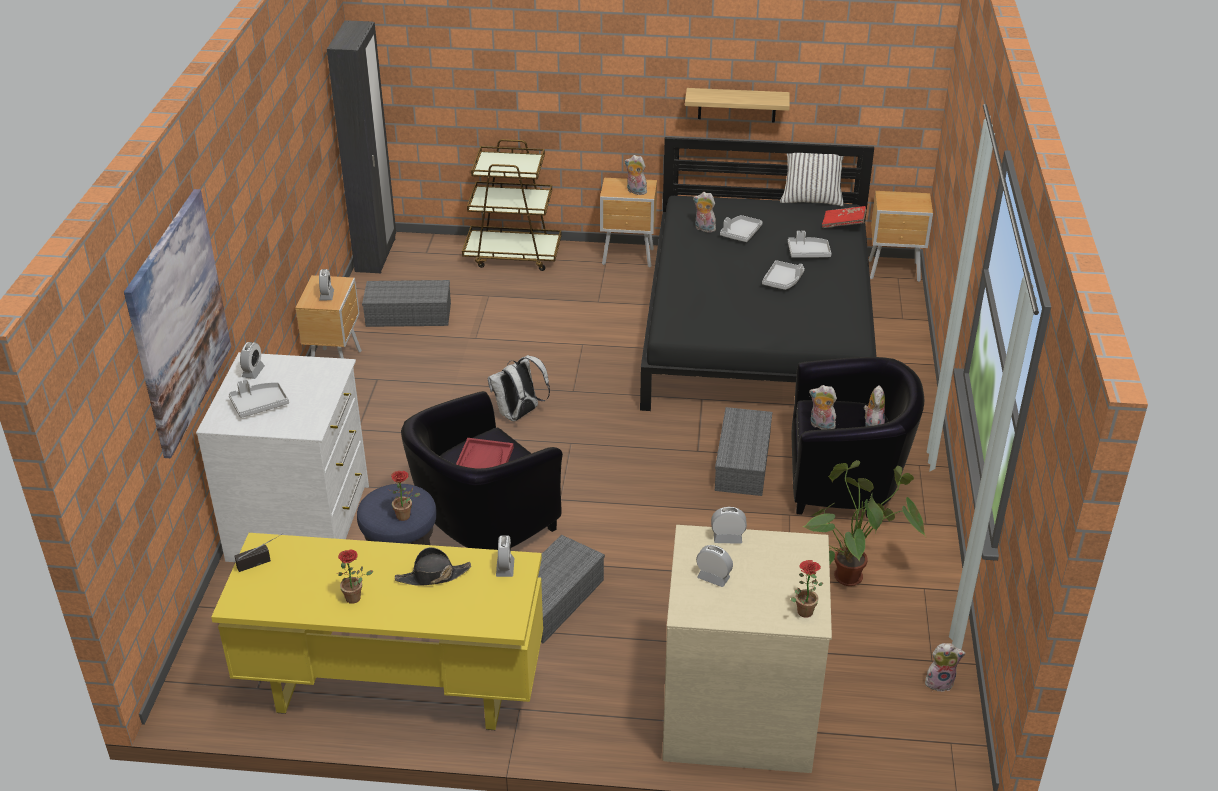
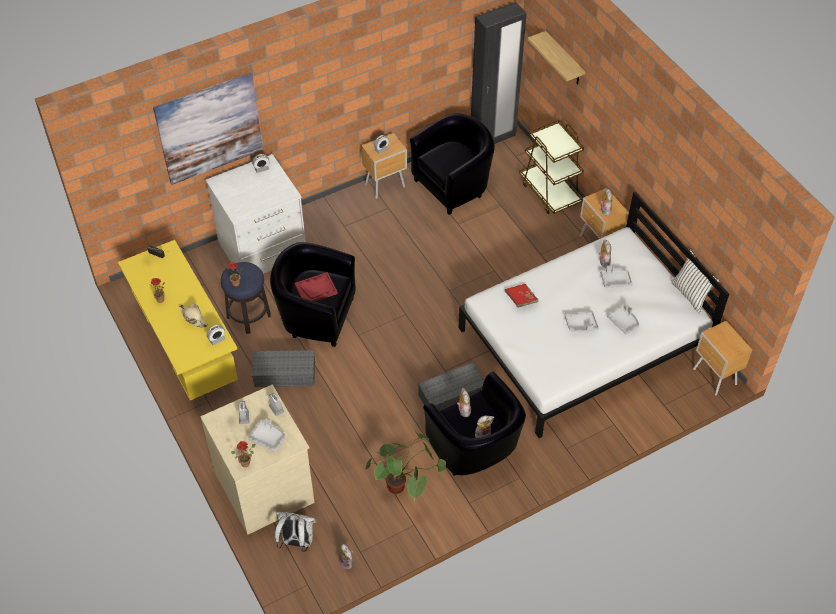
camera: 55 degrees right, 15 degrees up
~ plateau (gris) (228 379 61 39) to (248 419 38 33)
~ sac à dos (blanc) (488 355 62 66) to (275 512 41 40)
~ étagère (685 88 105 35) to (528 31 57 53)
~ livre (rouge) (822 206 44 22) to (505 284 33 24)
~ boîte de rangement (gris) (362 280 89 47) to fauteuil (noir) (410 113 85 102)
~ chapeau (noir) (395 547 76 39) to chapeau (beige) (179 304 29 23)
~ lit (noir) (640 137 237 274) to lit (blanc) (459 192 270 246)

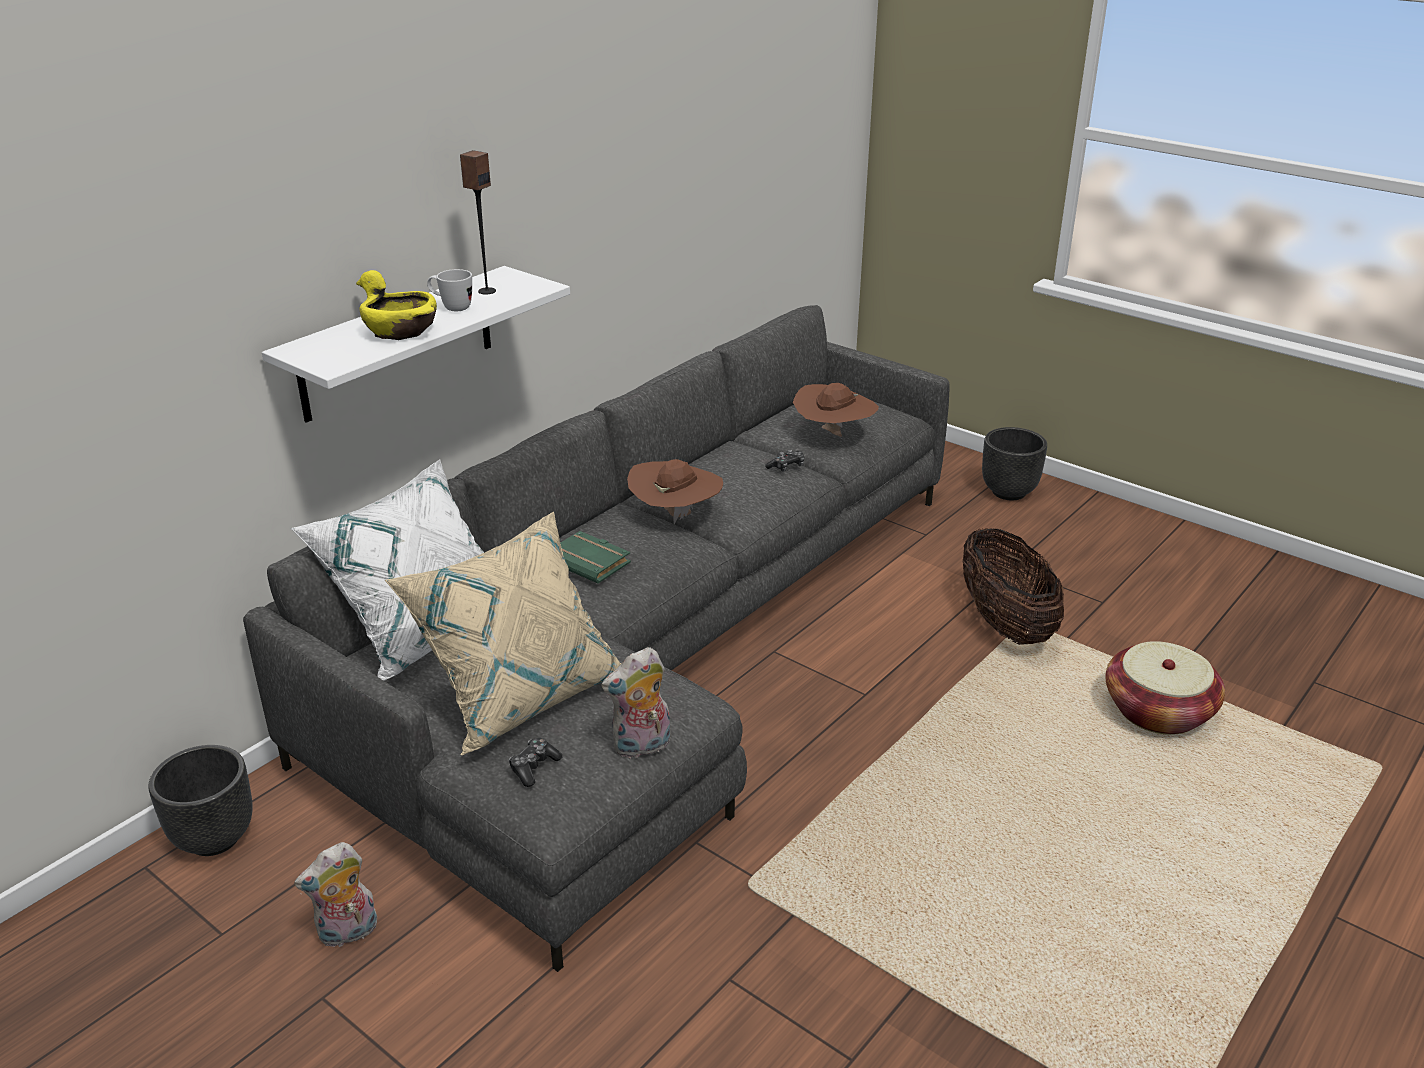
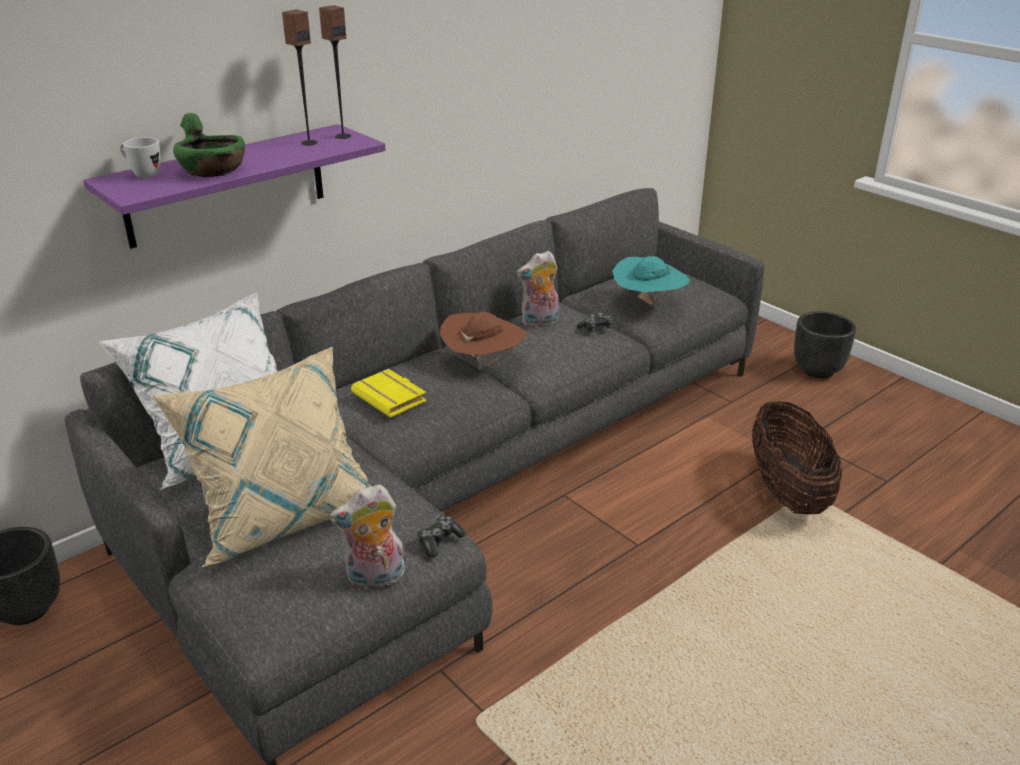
camera: 10 degrees right, 0 degrees up
- panier (1106 641 119 94)
+ enceinte (319 5 32 134)
~ peluche (294 842 83 105) to (516 251 43 77)
~ mug (blanc) (427 269 45 42) to (120 137 41 41)
~ manette (509 738 54 49) to (417 515 49 43)
~ étagère (blanc) (262 266 308 157) to étagère (violet) (83 124 303 125)
~ bol (jaune) (356 270 81 70) to bol (vert) (173 113 72 64)
~ livre (vert) (560 531 71 52) to livre (jaune) (351 369 75 49)
~ chapeau (marron) (793 383 86 54) to chapeau (turquoise) (612 256 78 50)

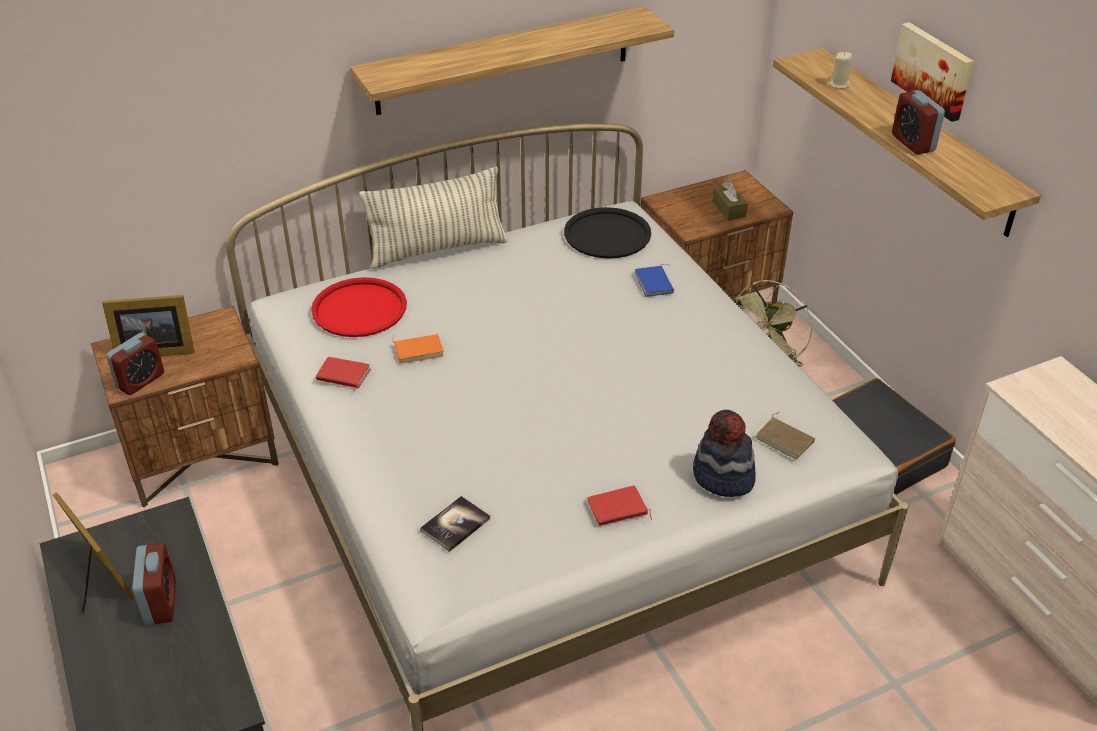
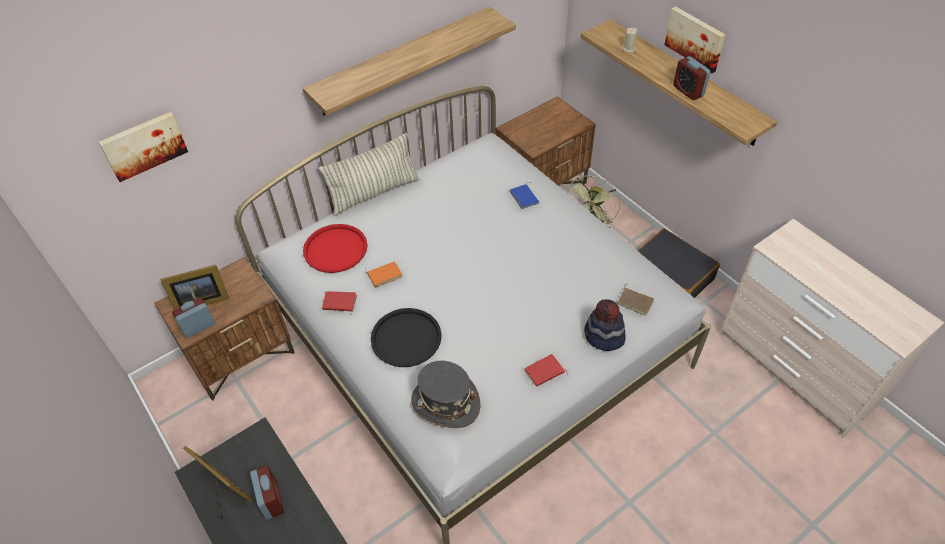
camera: 10 degrees left, 10 degrees up
- boîte à mouchoirs (marron) (712 181 36 40)
+ tableau (98 112 90 70)
~ plateau (noir) (564 207 87 52) to (371 308 71 59)
~ livre (420 496 70 56) to chapeau (gris) (411 361 69 67)
~ réveil (106 332 58 63) = (172 298 43 40) 150 degrees counterclockwise

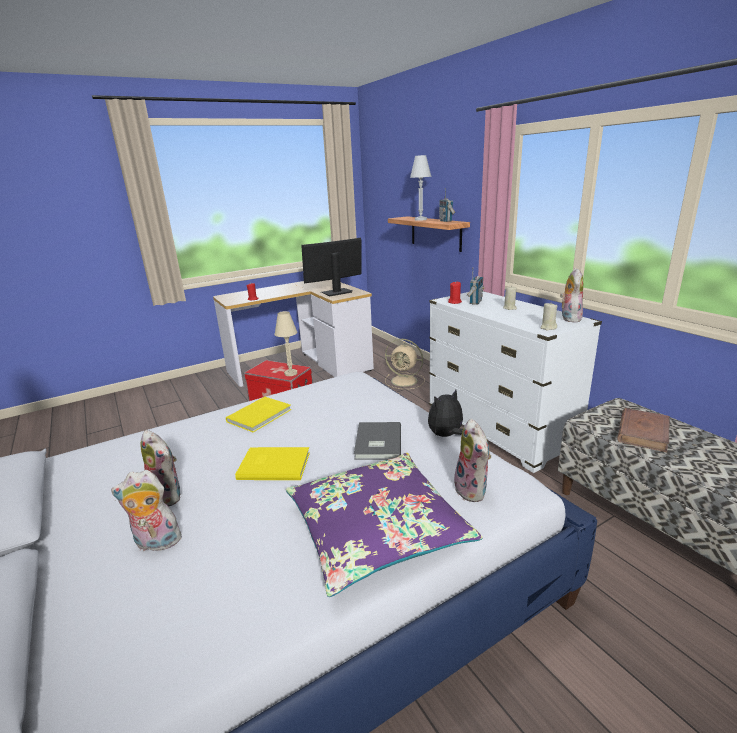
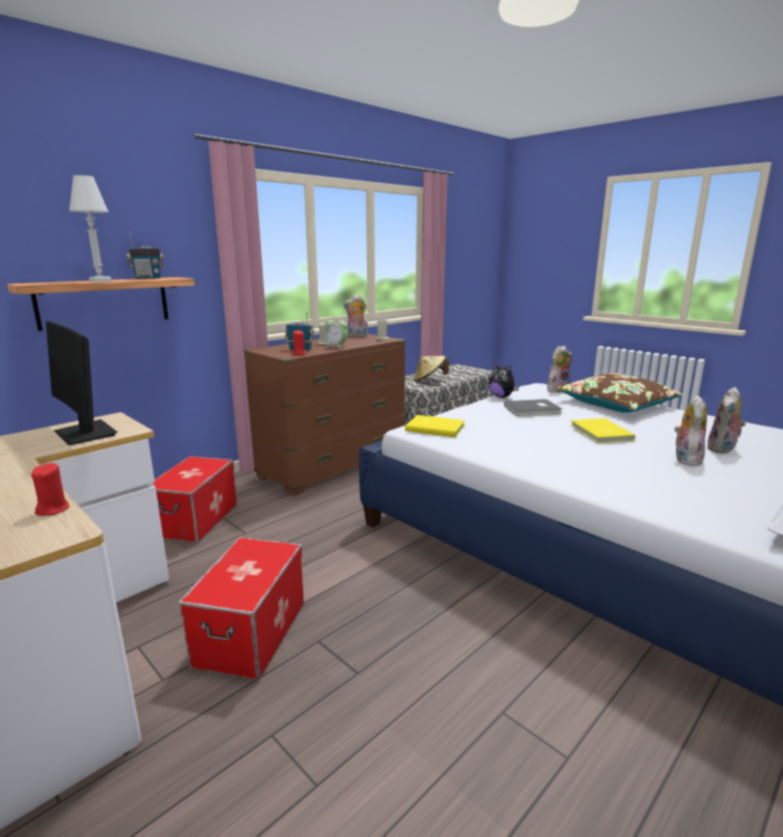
camera: 105 degrees left, 5 degrees down
- lampe de table (beige) (275 311 23 65)
+ réveil (325 316 23 33)
~ livre (jaune) (226 397 65 35) to (405 415 60 22)
~ ventilateur (beige) (385 339 40 50) to boîte de rangement (154 456 83 87)
~ livre (marron) (617 408 53 44) to chapeau (beige) (414 356 35 26)
~ coussin (violet) (286 453 197 144) to coussin (marron) (557 373 125 40)
~ commode (blanc) (429 291 173 182) to commode (marron) (244 334 162 162)
~ peluche (111 470 71 81) = (707 387 39 66) 60 degrees clockwise

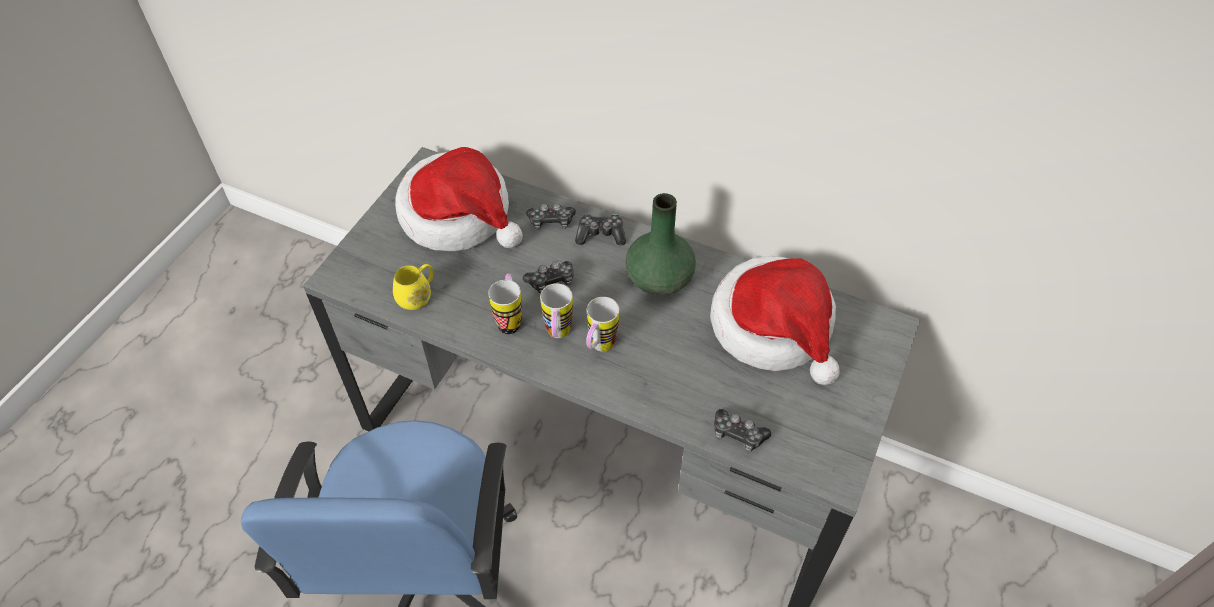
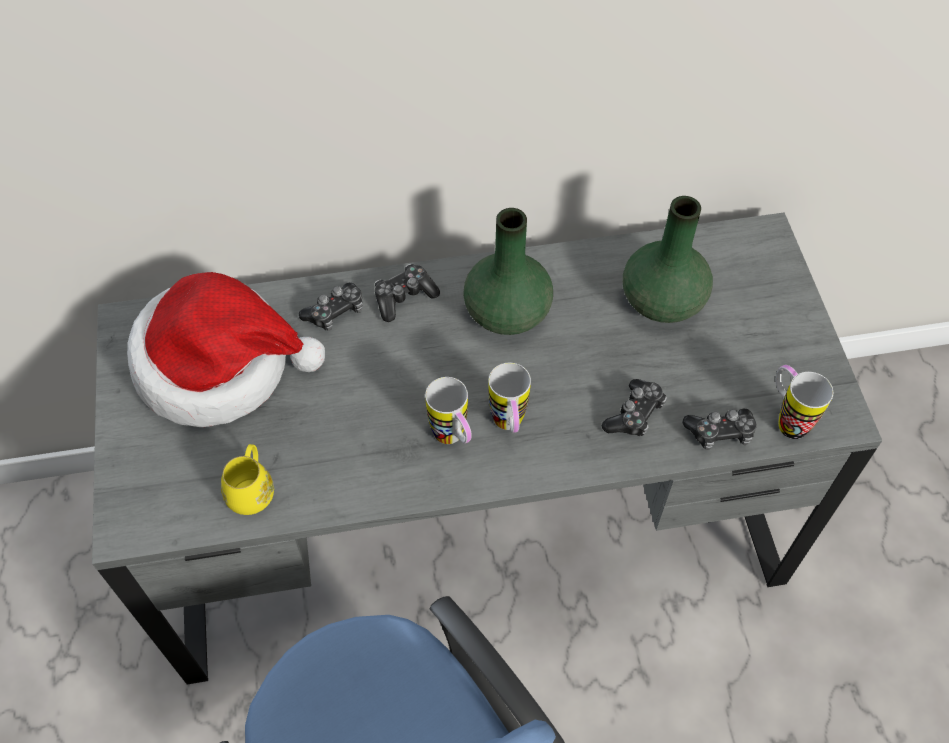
camera: 35 degrees left, 5 degrees up
~ mug (488 273 34 62) to (776 365 57 74)
~ manette (523 261 51 32) to (602 379 65 57)
~ chapeau (710 256 130 129) to vase (vert) (623 196 90 127)

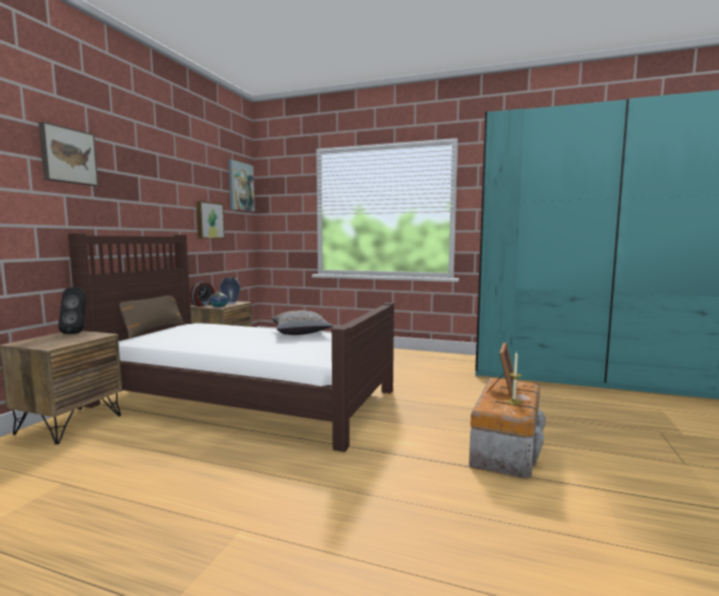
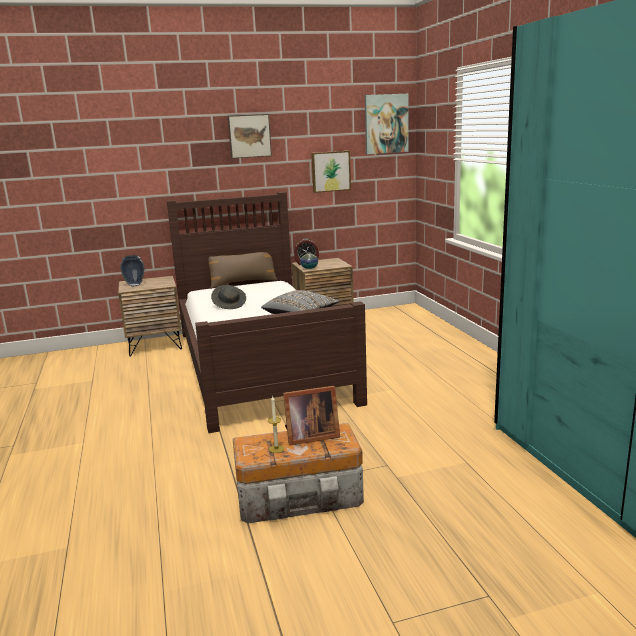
camera: 55 degrees right, 10 degrees up
- enceinte (noir) (58 287 28 47)
+ chapeau (gris) (211 285 35 24)
~ tableau (38 122 60 64) to (228 114 44 45)
~ vase (219 278 22 26) to (120 255 24 31)

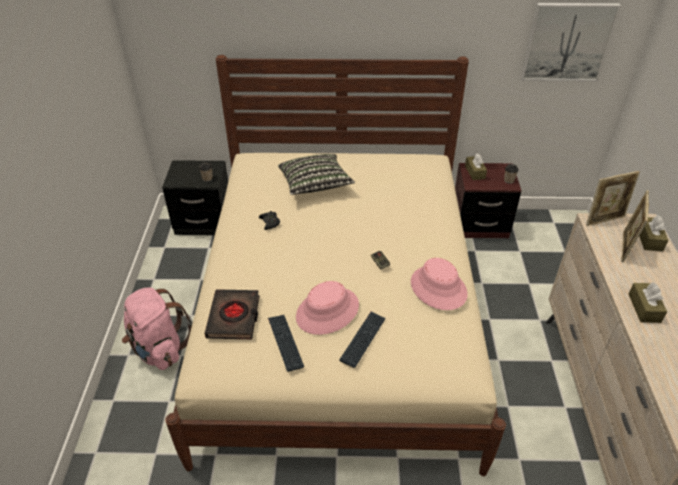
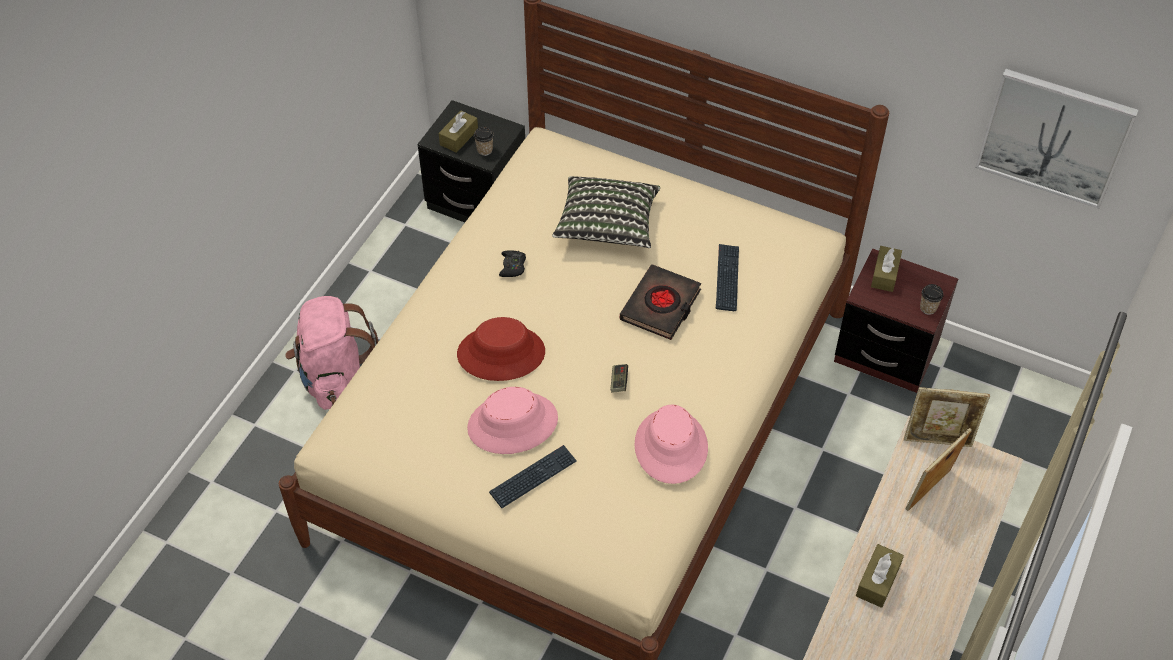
camera: 25 degrees right, 10 degrees up
+ chapeau (rouge) (457 317 88 64)
~ livre (noir) (204 289 56 50) to (620 264 81 76)
~ clavier (268 315 36 57) to (716 244 23 67)
~ boîte à mouchoirs (marron) (639 215 30 36) to (439 110 39 43)

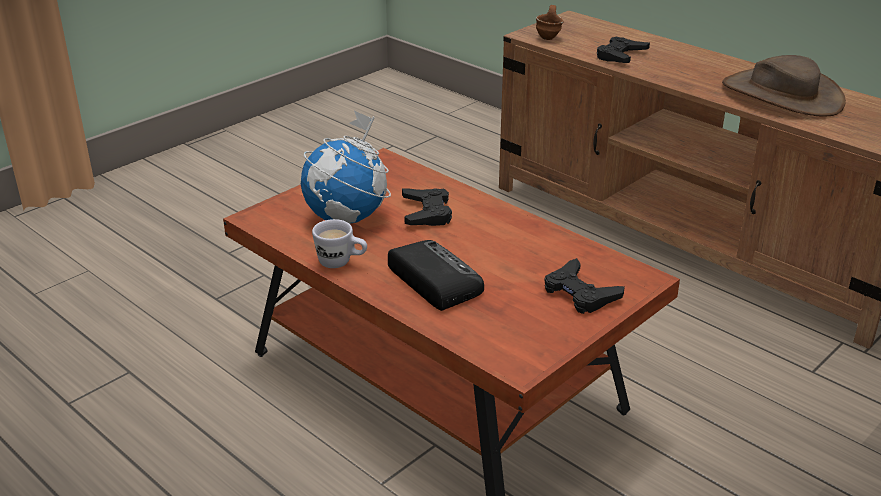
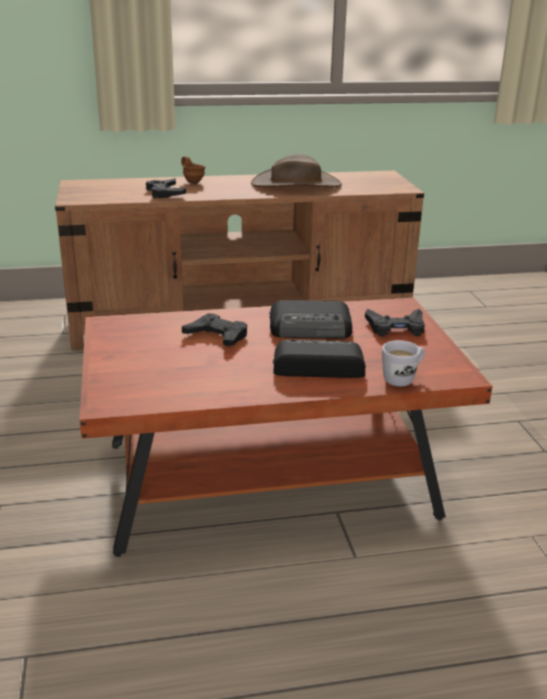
camera: 55 degrees left, 5 degrees down
- globe (301 111 90 113)
+ radio (270 300 82 38)
~ mug (blanc) (312 219 55 49) to (382 340 43 47)
~ mug (marron) (536 5 28 35) to (181 156 25 28)

